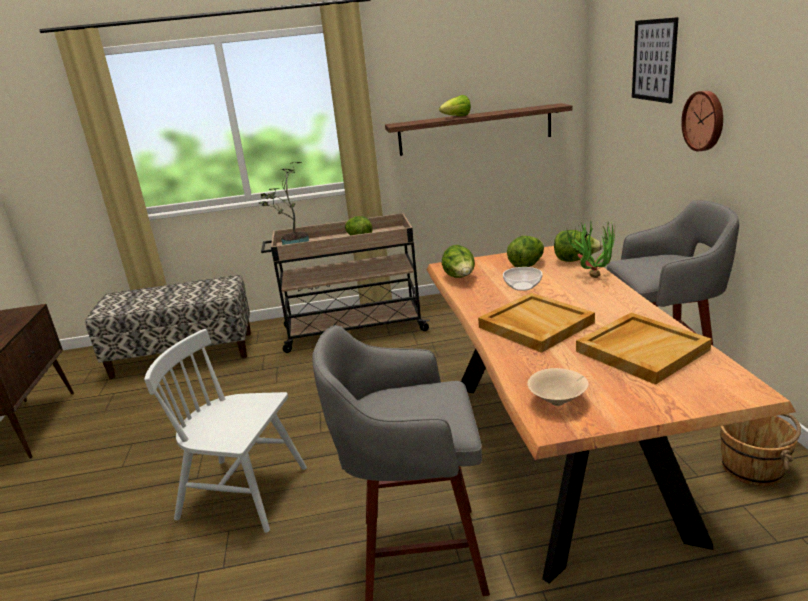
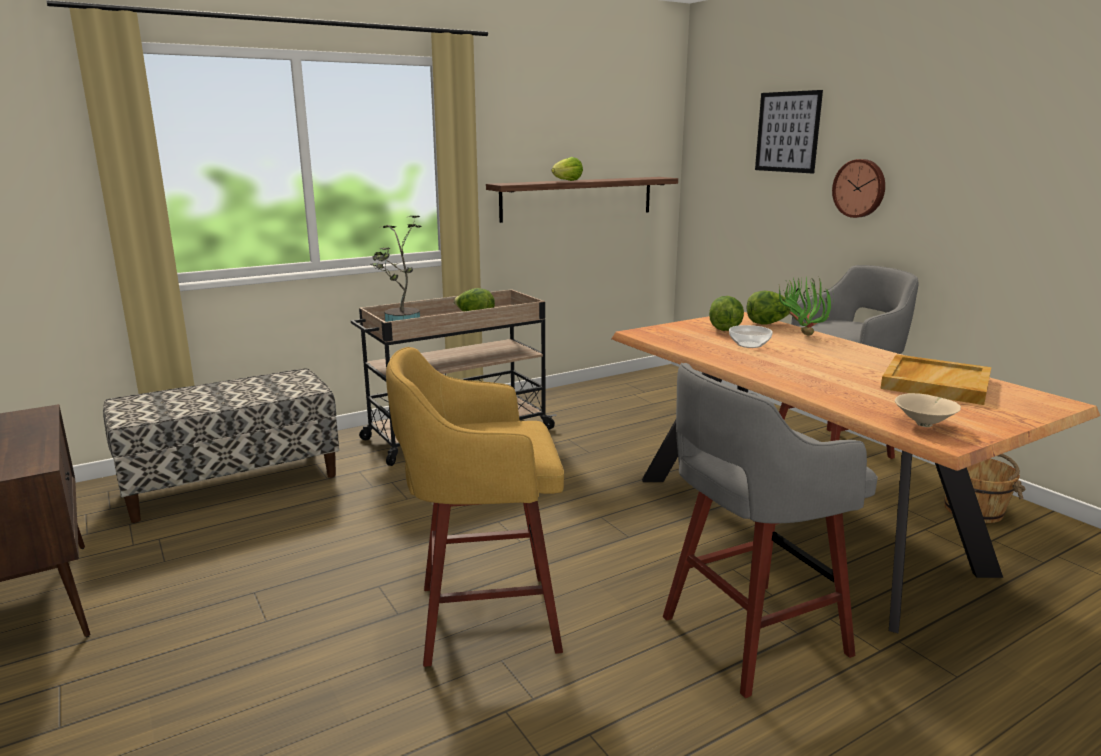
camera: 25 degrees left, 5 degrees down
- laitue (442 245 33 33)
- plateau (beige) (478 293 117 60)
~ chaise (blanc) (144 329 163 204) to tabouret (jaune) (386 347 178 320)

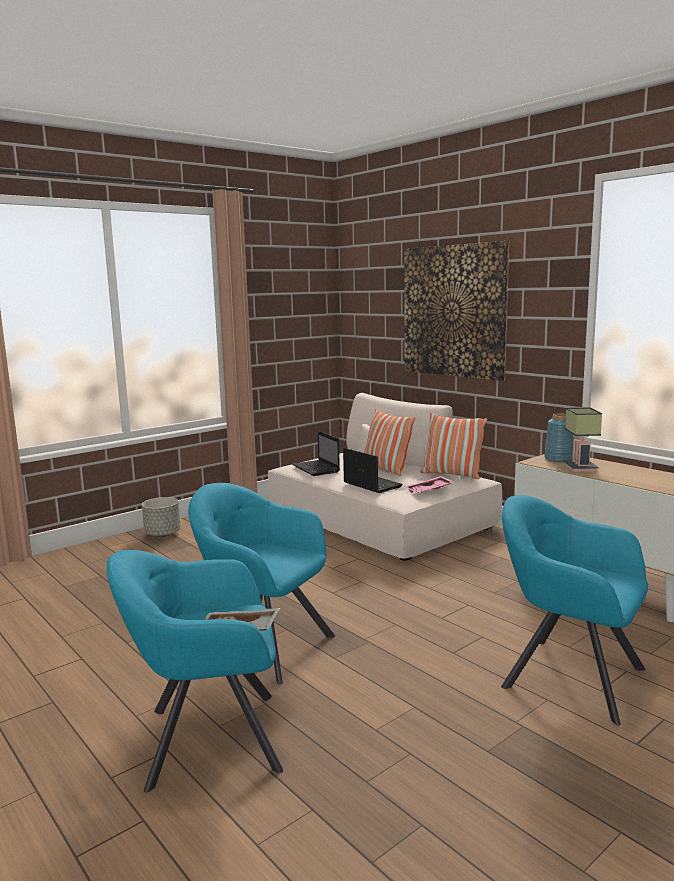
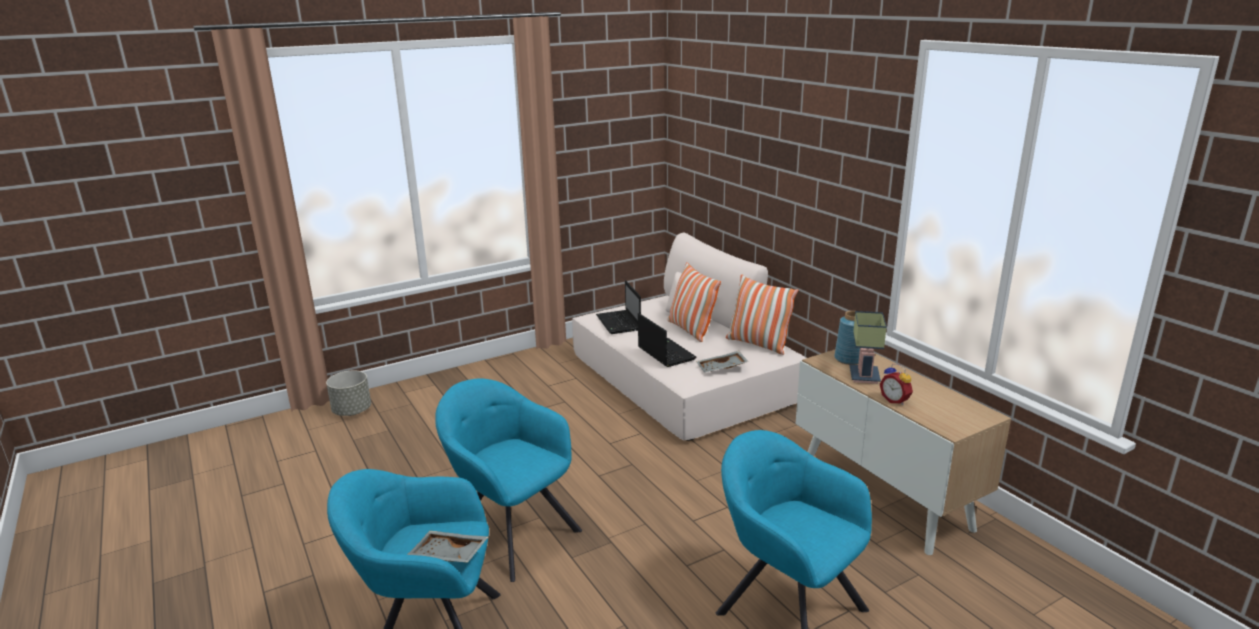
camera: 10 degrees right, 10 degrees up
- tableau (404 241 105 140)
+ réveil (880 364 33 41)
~ cache-pot (gris) (142 497 39 40) to (326 371 45 45)
~ plateau (rose) (405 476 49 17) to plateau (gris) (696 351 52 21)

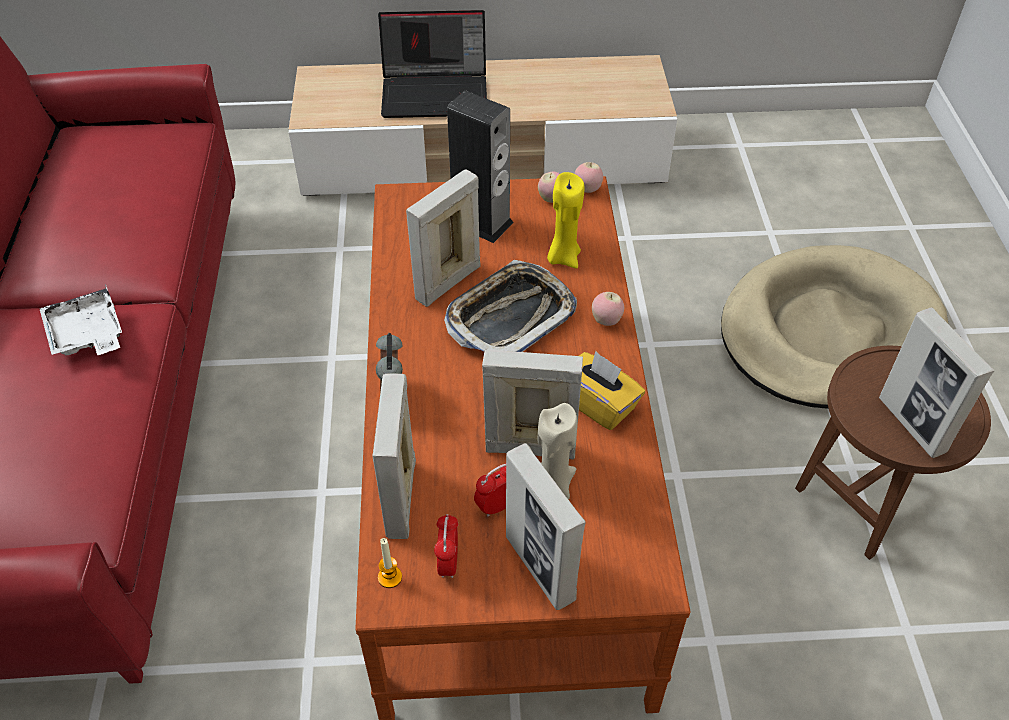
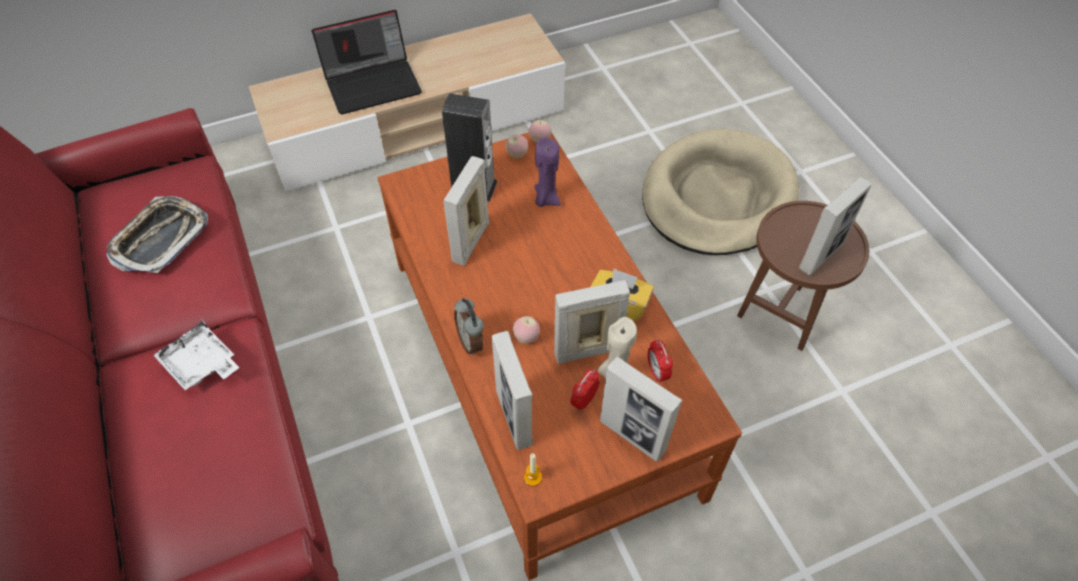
camera: 20 degrees left, 5 degrees up
~ réveil (434 514 25 64) to (647 340 26 43)
~ plateau (444 260 133 92) to (107 196 101 77)
~ pomme (592 292 32 34) to (513 316 27 28)
~ bougie (jaune) (547 172 37 97) to bougie (violet) (534 138 27 69)
~ cadre photo (879 307 115 151) = (799 177 73 98) 90 degrees counterclockwise

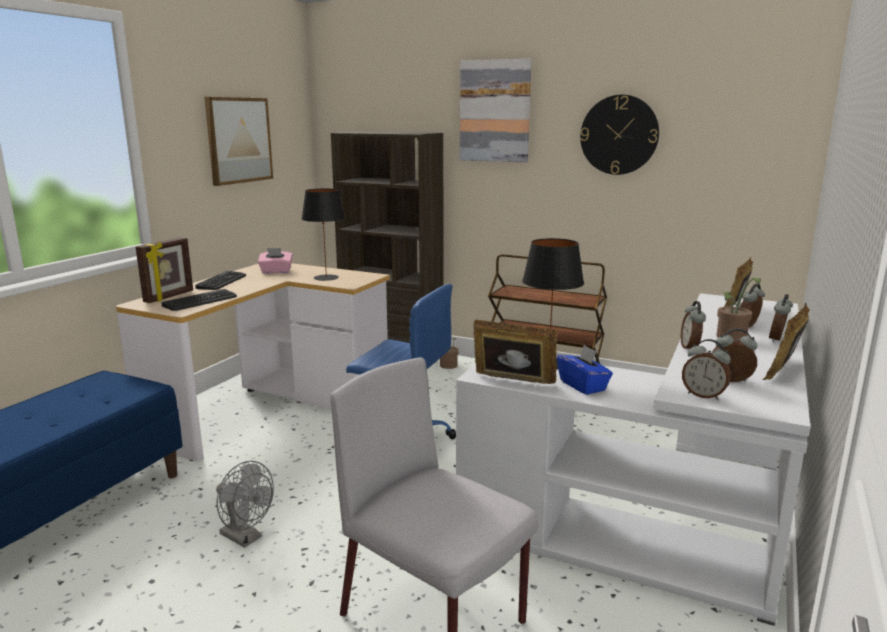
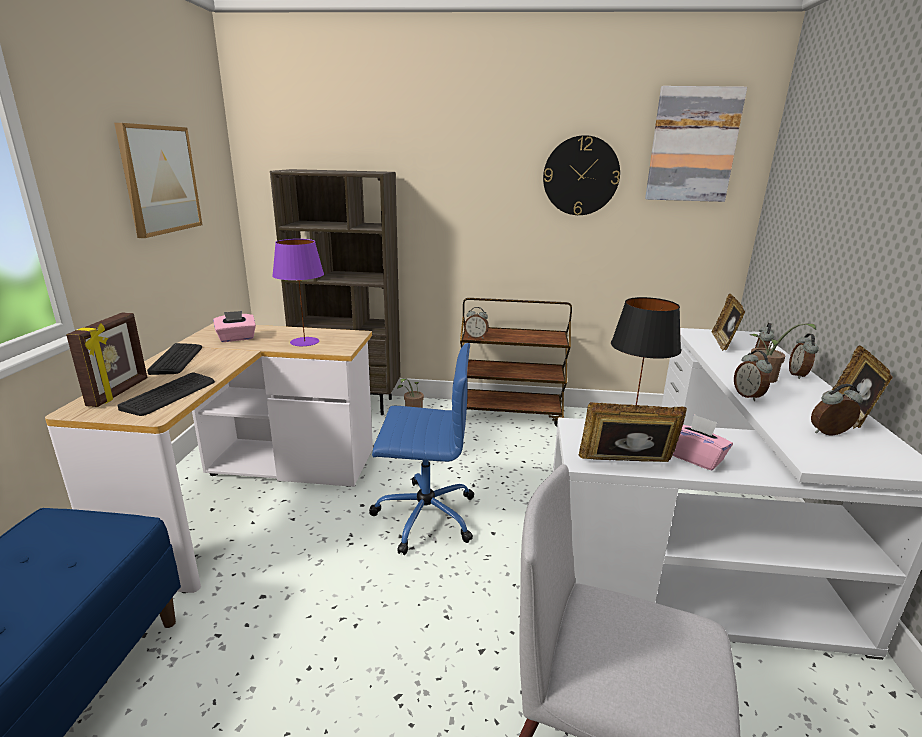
camera: 20 degrees left, 5 degrees up
- ventilateur (gris) (216 461 58 87)
~ tableau (460 59 72 103) to (645 86 102 116)
~ réveil (682 339 49 61) to (464 307 25 32)
~ lampe de table (noir) (301 188 44 93) to lampe de table (violet) (272 239 52 108)
~ boîte à mouchoirs (bleu) (557 345 56 50) to boîte à mouchoirs (rose) (672 414 61 57)

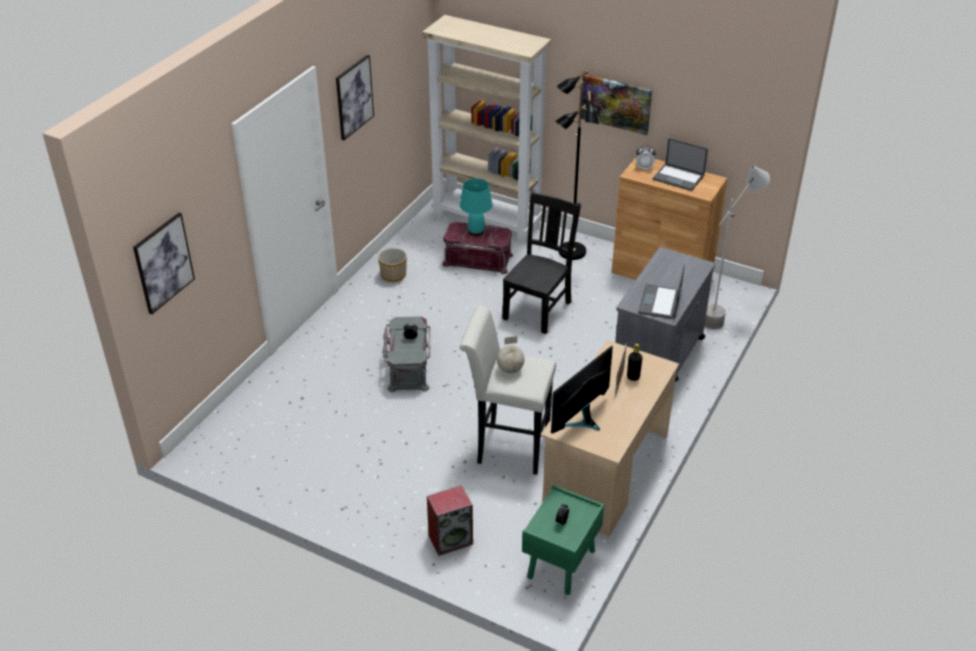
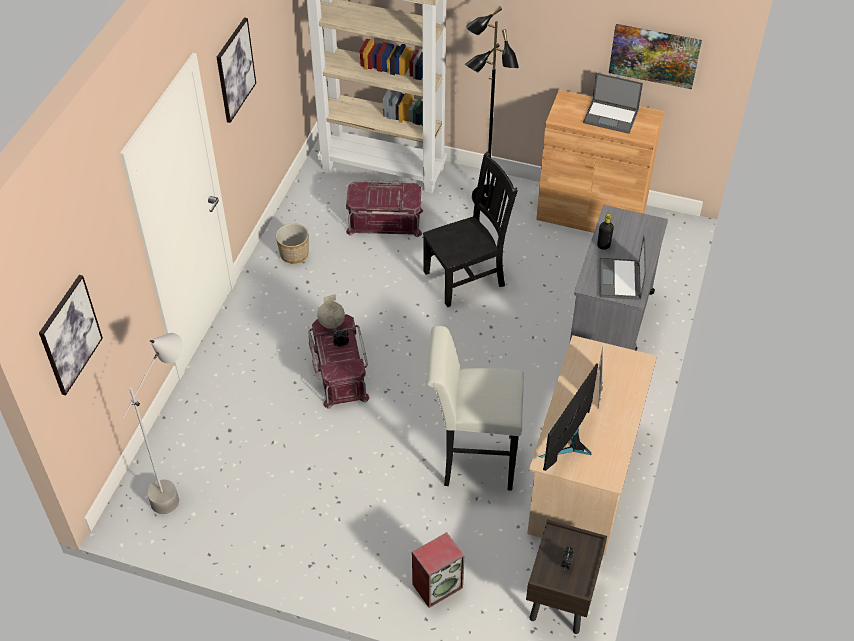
camera: 10 degrees left, 10 degrees up
- lampe de table (turquoise) (460 178 32 58)
- réveil (636 145 20 25)
~ globe (497 336 28 37) to (317 294 28 35)
~ tableau (581 74 71 61) to (609 24 93 65)
~ bouteille (noir) (627 344 16 37) to (597 214 17 36)
~ lampadaire (gris) (705 165 65 164) to (123 333 61 181)
~ boîte de rangement (gris) (383 316 48 76) to boîte de rangement (rouge) (308 314 62 95)
~ table de chevet (vert) (522 485 82 110) to table de chevet (marron) (526 520 81 114)
~ chaise (noir) (502 189 79 145) = (423 151 95 156) 45 degrees clockwise

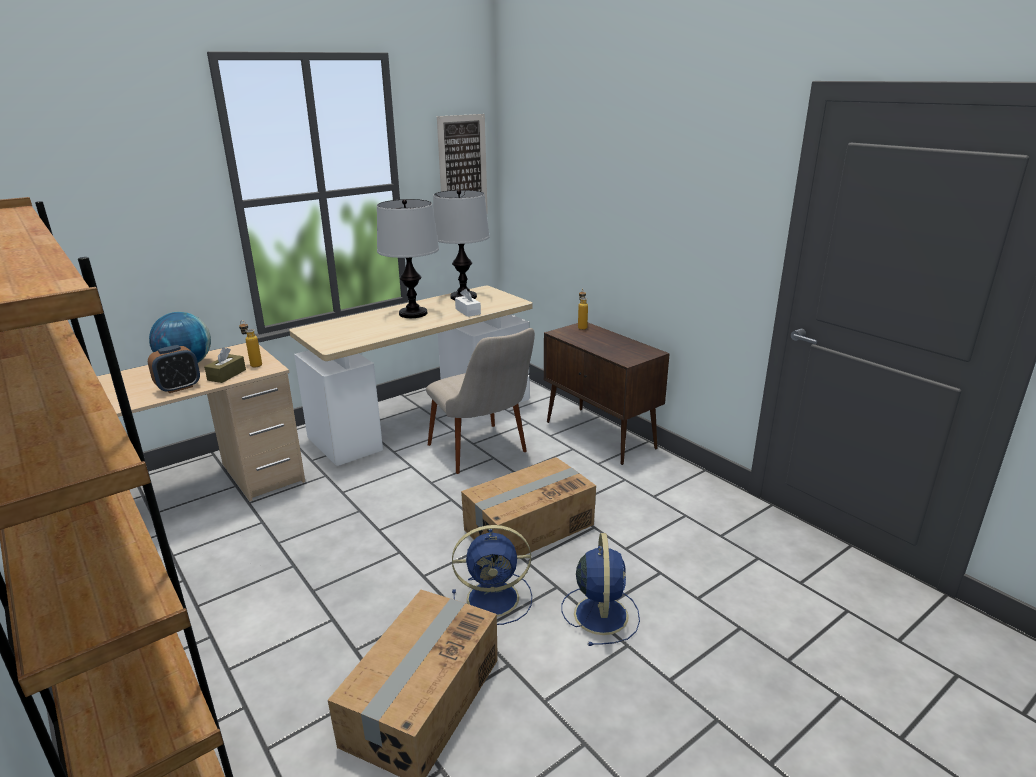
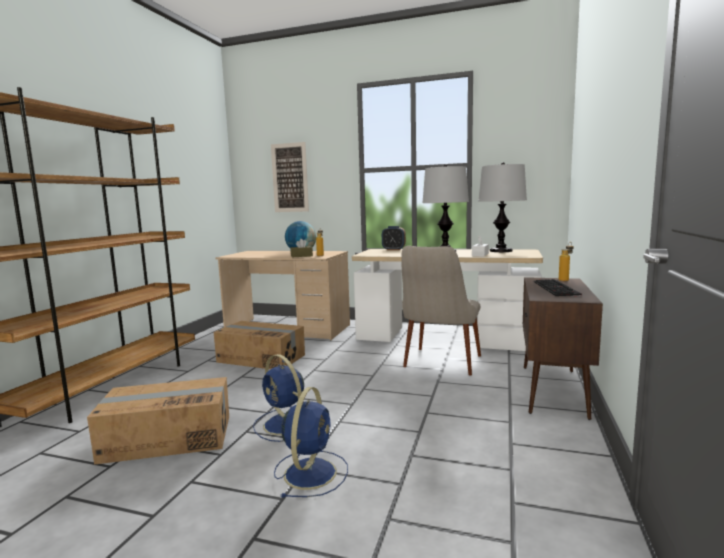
camera: 55 degrees right, 15 degrees down
+ clavier (534 279 48 17)
~ réveil (148 345 52 48) to (382 226 24 24)
~ tableau (437 114 51 100) to (271 142 38 70)
~ carton (461 457 135 99) to (213 321 92 48)
~ ventilateur (bleu) (561 533 79 113) = (274 387 74 111) 45 degrees counterclockwise

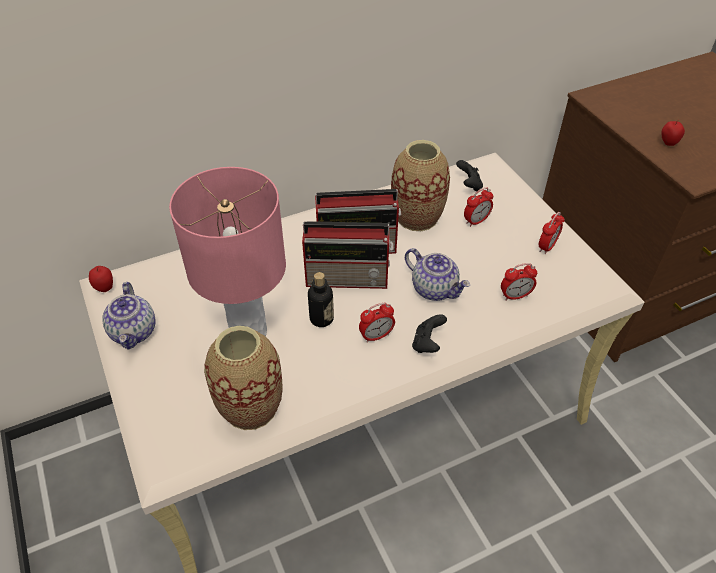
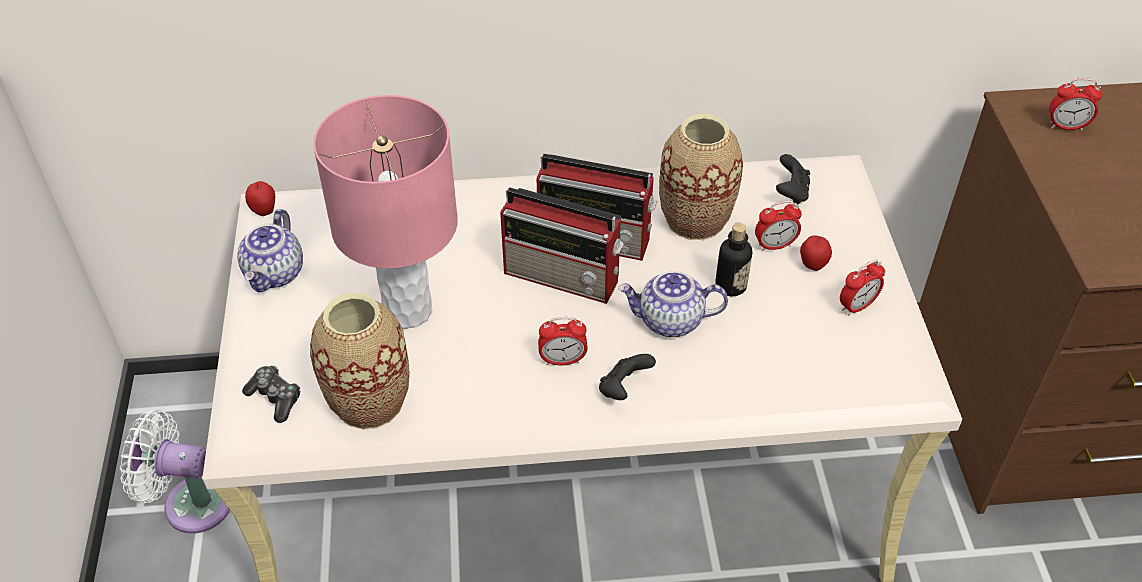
camera: 20 degrees right, 0 degrees up
+ ventilateur (blanc) (120 410 110 123)
+ manette (242 366 58 57)
~ bouteille (308 272 26 55) to (715 223 37 73)
~ réveil (501 263 36 37) to (1049 78 53 53)
~ pomme (662 120 23 26) to (800 236 32 35)
~ théière (405 248 65 53) = (618 271 110 66) 120 degrees clockwise

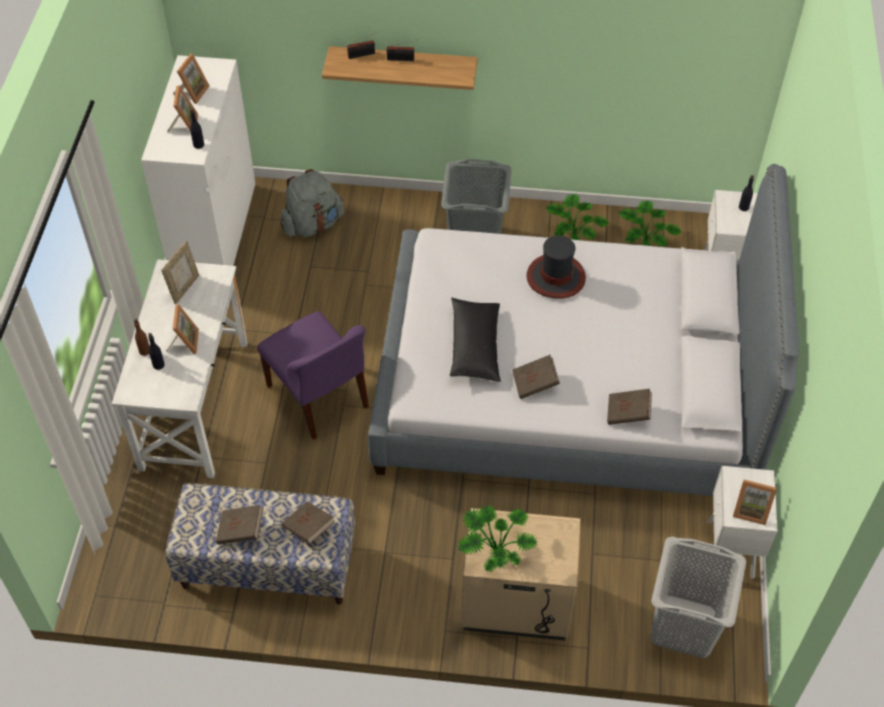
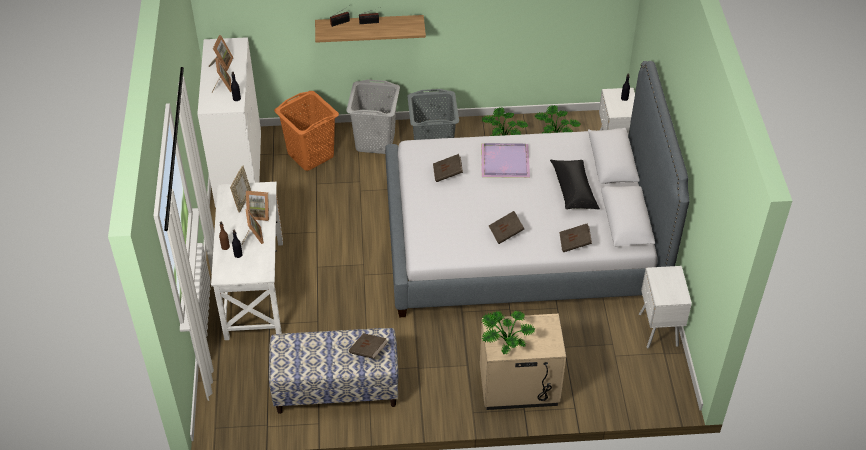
camera: 10 degrees left, 5 degrees down
- chaise (violet) (257 311 112 129)
~ livre (marron) (216 505 47 39) to (433 154 30 28)
~ coussin (noir) (450 298 51 84) to (550 160 50 50)
~ panier à linge (gris) (650 537 97 121) to (346 79 54 75)
~ cadre photo (733 480 44 45) to (246 191 23 30)
~ sac à dos (gris) (280 169 64 68) to panier à linge (orange) (274 91 65 80)
~ chapeau (526 236 60 63) to plateau (violet) (481 143 49 35)

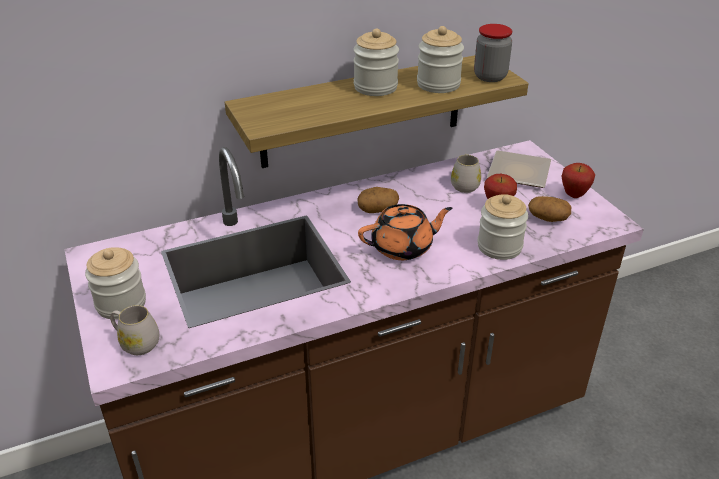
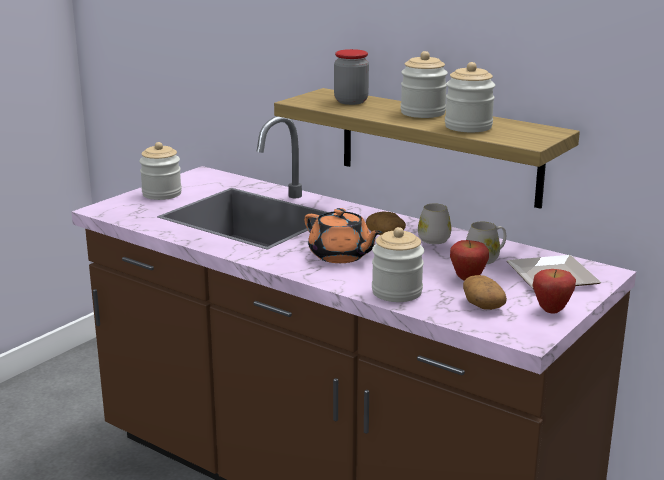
camera: 60 degrees right, 15 degrees down
~ mug (blanc) (110 305 49 50) to (418 203 33 41)
~ bocal (474 24 38 58) to (334 49 35 56)

